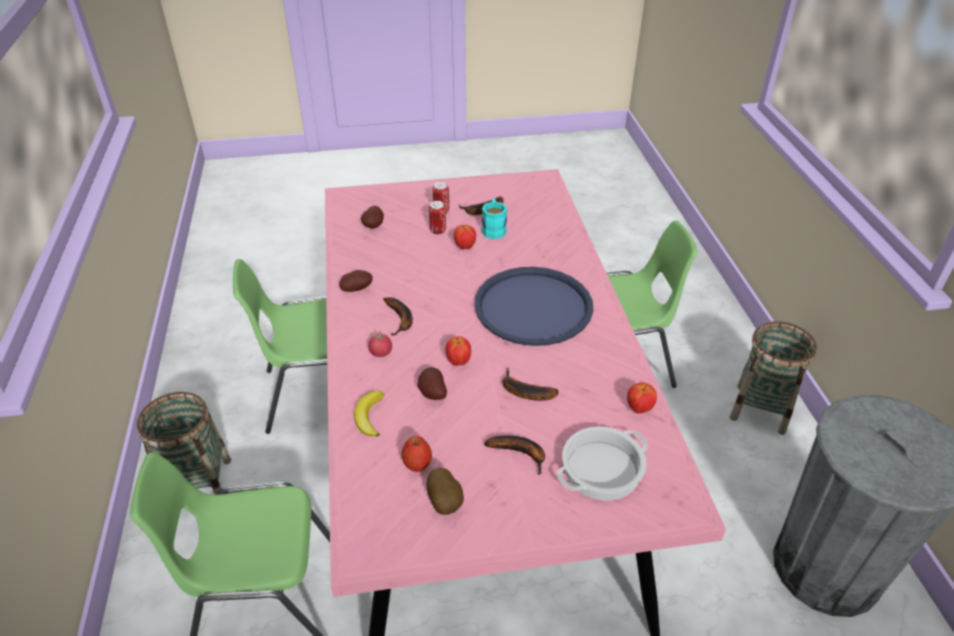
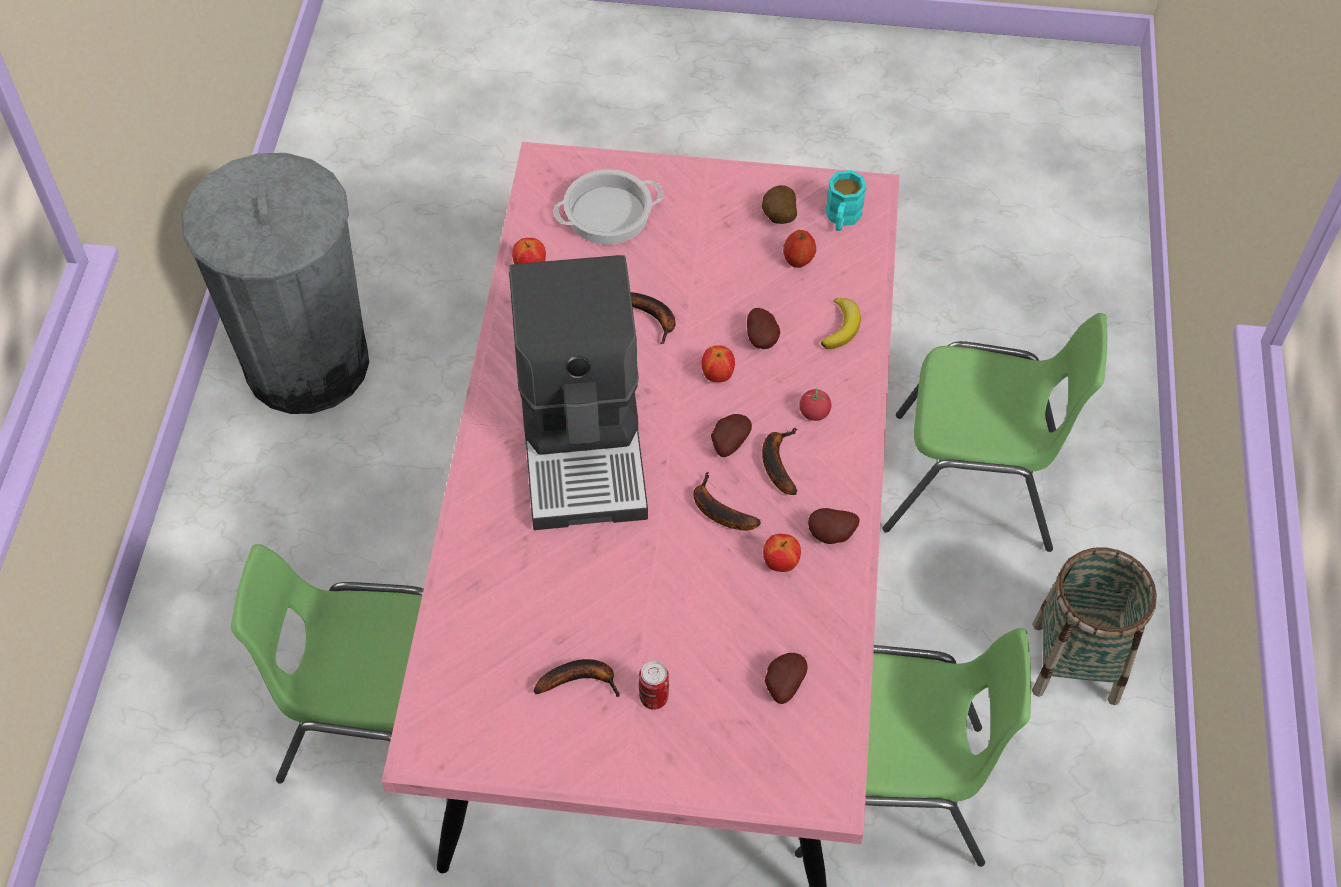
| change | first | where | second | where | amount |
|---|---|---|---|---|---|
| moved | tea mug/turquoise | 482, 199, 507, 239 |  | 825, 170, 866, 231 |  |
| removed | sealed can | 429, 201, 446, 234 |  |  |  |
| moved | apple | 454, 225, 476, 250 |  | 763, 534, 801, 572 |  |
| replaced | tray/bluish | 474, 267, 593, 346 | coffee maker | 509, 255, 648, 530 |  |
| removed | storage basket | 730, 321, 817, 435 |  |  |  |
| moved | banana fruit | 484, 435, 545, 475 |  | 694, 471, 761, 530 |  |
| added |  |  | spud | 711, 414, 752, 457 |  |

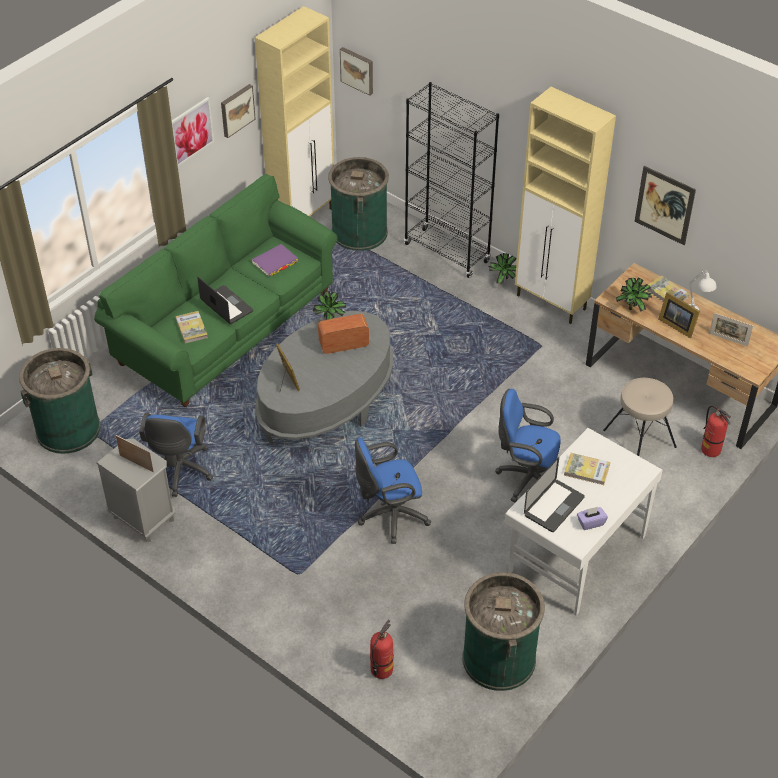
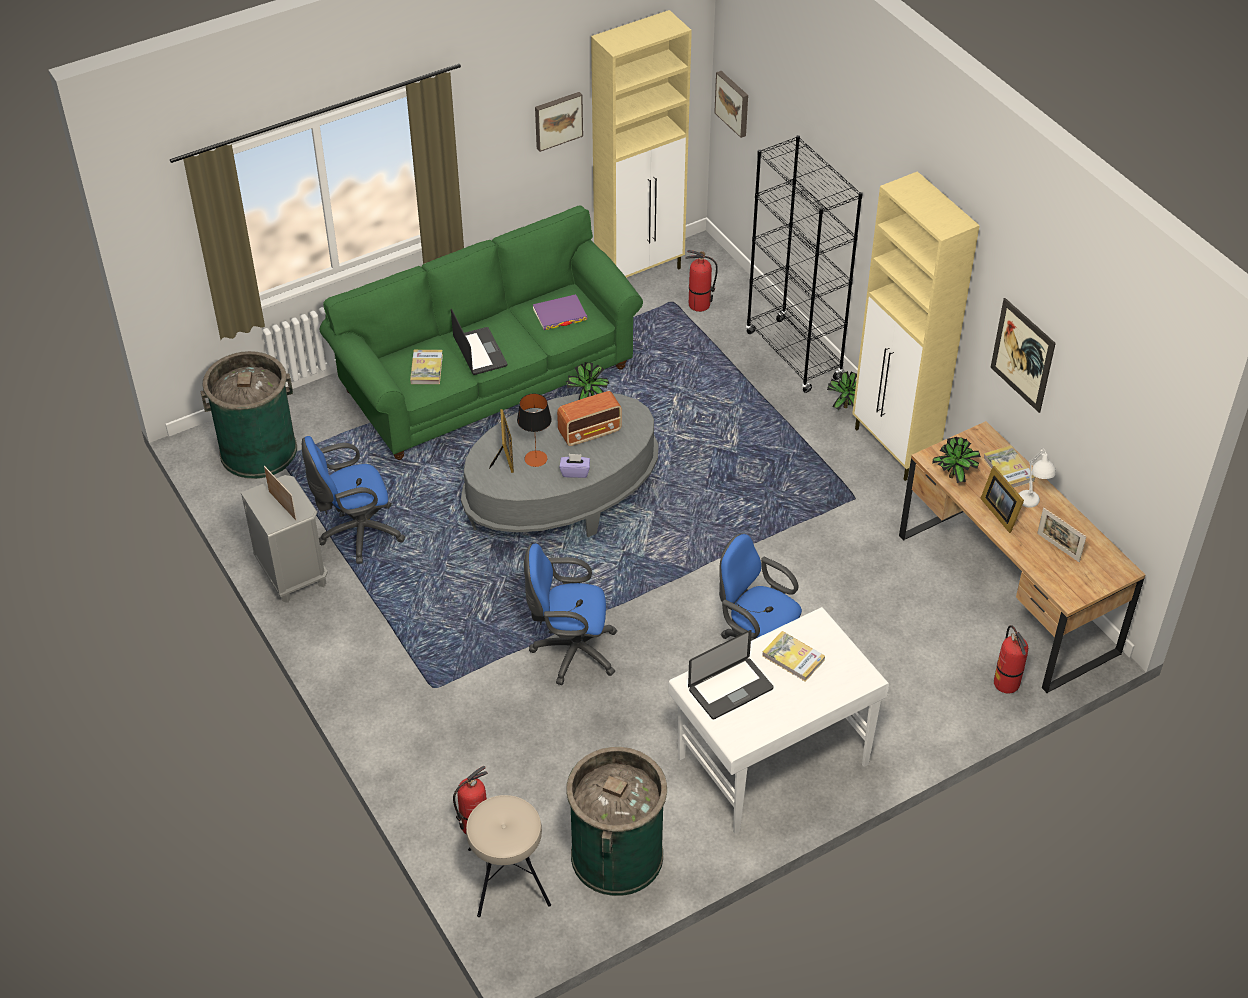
| change | first | where | second | where | amount |
|---|---|---|---|---|---|
| removed | wall art | 172, 97, 214, 167 |  |  |  |
| replaced | waste bin/green | 328, 157, 389, 251 | fire-fighting cylinder | 685, 250, 718, 312 |  |
| turned | radio set | 318, 314, 369, 354 |  | 557, 391, 622, 446 | 150 degrees clockwise |
| moved | sitting stool/beige | 603, 378, 677, 456 |  | 466, 795, 551, 917 |  |
| turned | desk chair/bluish | 139, 413, 213, 497 |  | 302, 436, 405, 564 | 45 degrees clockwise |
| moved | tissue box/purplish | 577, 507, 608, 530 |  | 560, 454, 590, 478 |  |
| added |  |  | table lamp | 517, 394, 552, 467 |  |

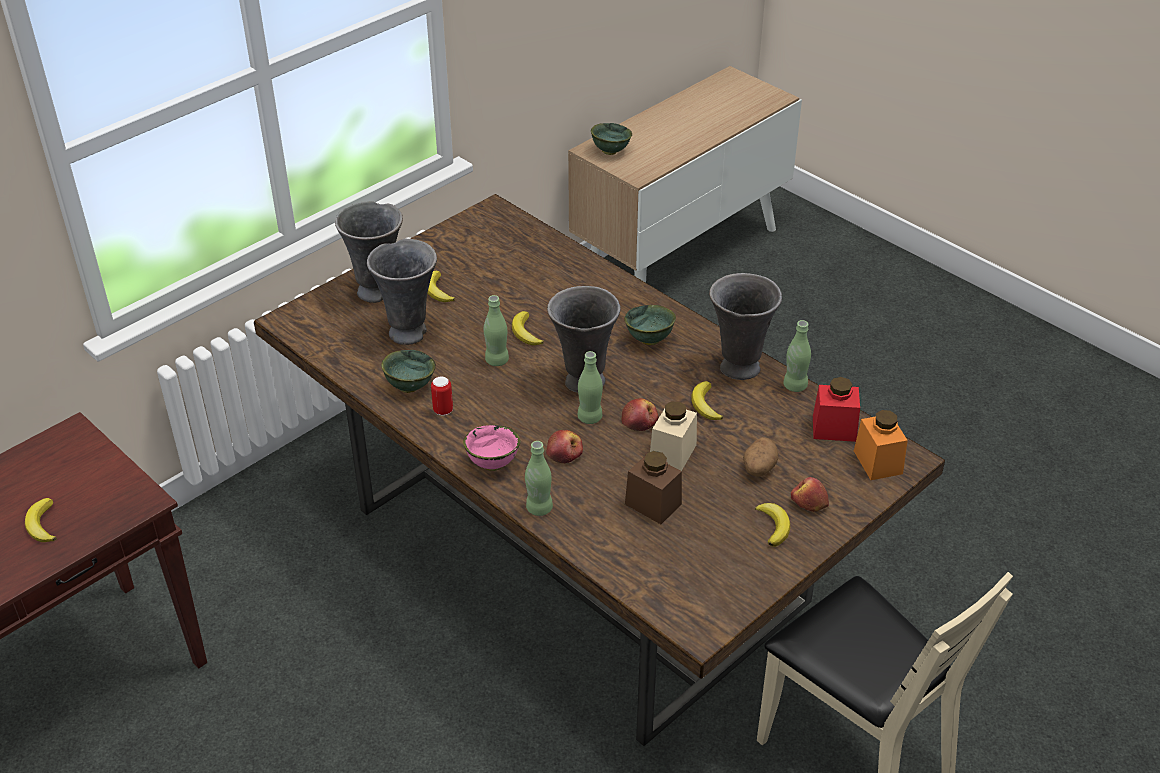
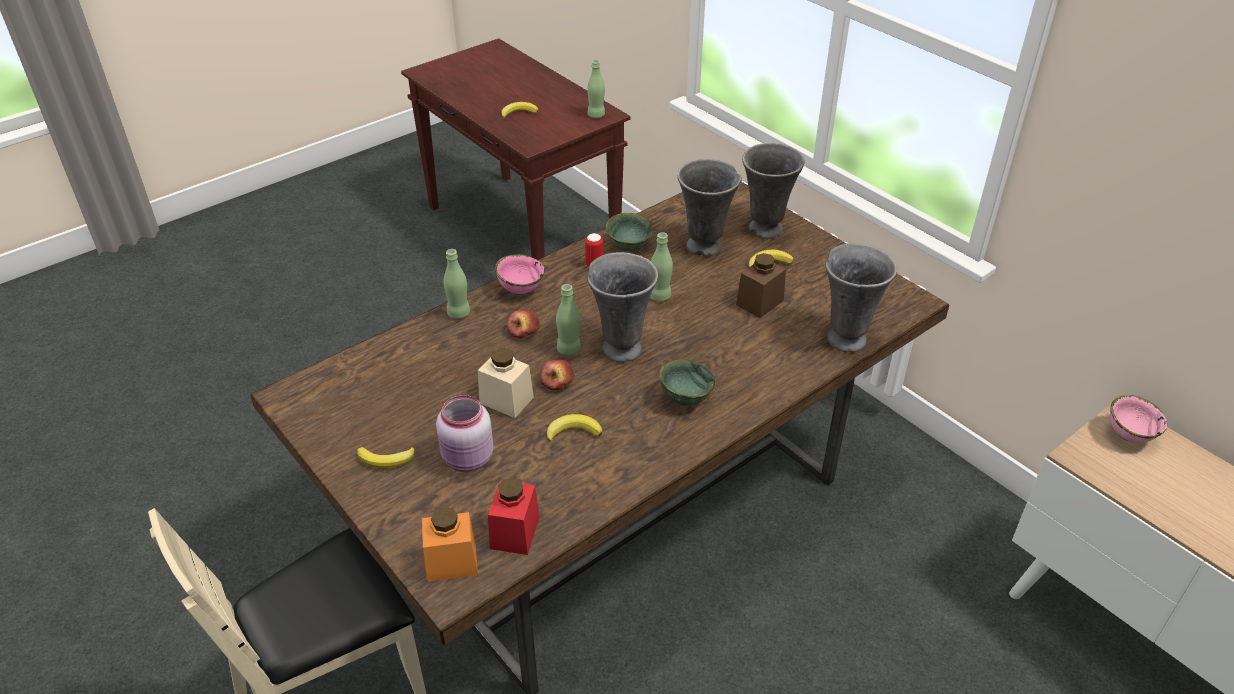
| change | first | where | second | where | amount |
|---|---|---|---|---|---|
| recoloured | deep dish/green | 591, 123, 632, 155 | deep dish/pink-coloured | 1110, 395, 1167, 443 |  |
| moved | decorative vase/grey | 709, 273, 782, 380 |  | 825, 243, 897, 352 |  |
| removed | banana fruit | 512, 311, 544, 345 |  |  |  |
| moved | bottle/green | 783, 320, 811, 392 |  | 587, 60, 605, 118 |  |
| replaced | spud | 743, 437, 778, 477 | jar/pink-coloured | 436, 395, 494, 472 |  |
| moved | jar/brown | 625, 451, 682, 524 |  | 736, 253, 786, 318 |  |
| removed | apple | 791, 477, 829, 512 |  |  |  |

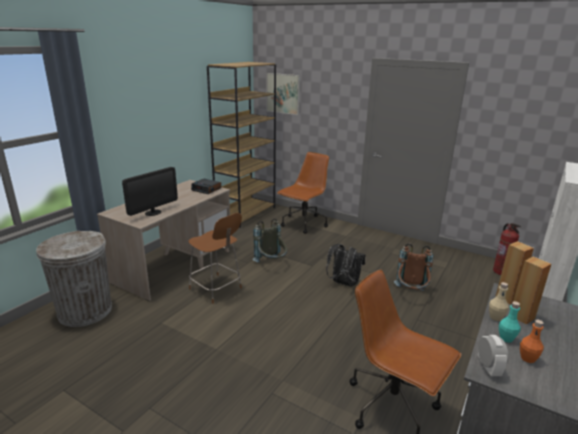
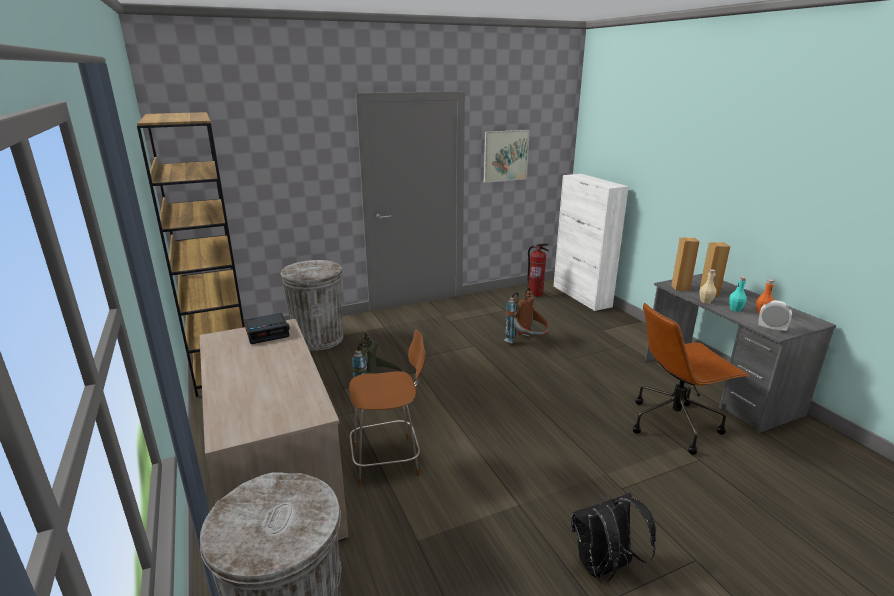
| change | first | where | second | where | amount |
|---|---|---|---|---|---|
| moved | wall art | 266, 73, 300, 115 |  | 484, 130, 530, 183 |  |
| replaced | desk chair/brown | 277, 152, 329, 234 | waste bin/grey | 281, 260, 343, 351 |  |
| removed | computer screen | 122, 167, 178, 216 |  |  |  |
| moved | knapsack/black-coloured | 326, 244, 366, 286 |  | 571, 493, 656, 581 |  |

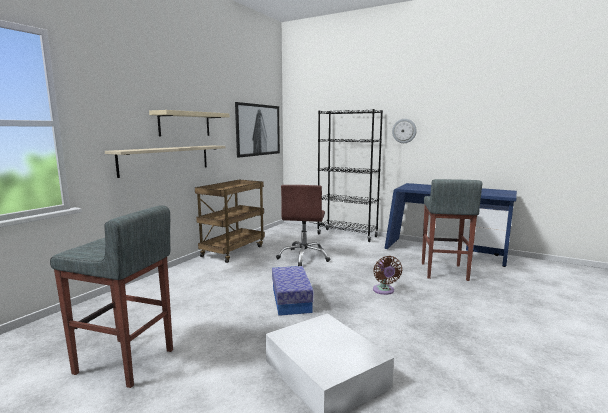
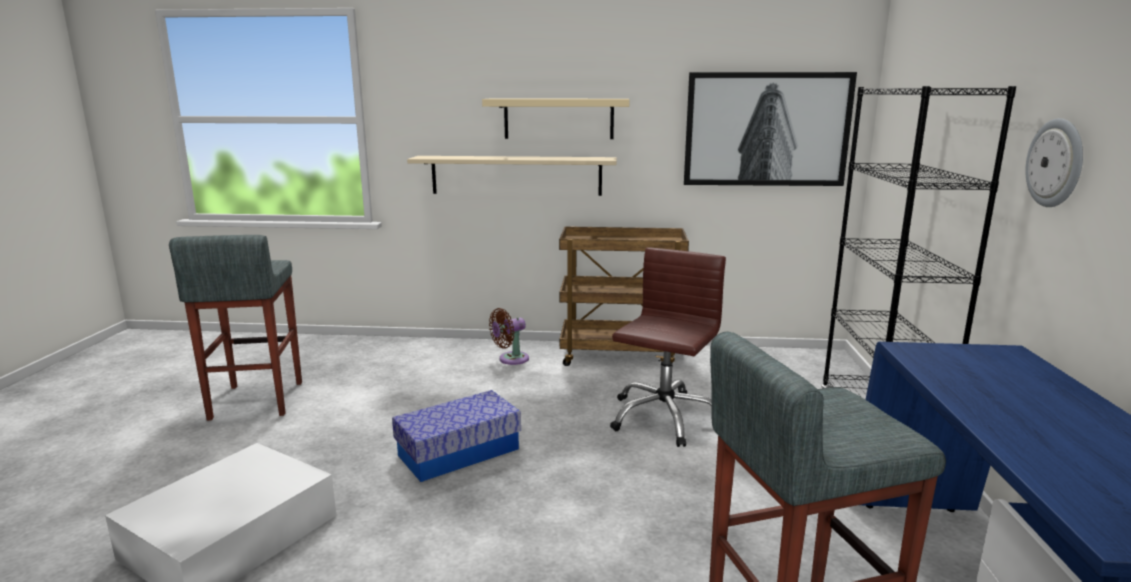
| change | first | where | second | where | amount |
|---|---|---|---|---|---|
| turned | desk chair/brown | 276, 185, 330, 266 |  | 610, 247, 726, 447 | 135 degrees clockwise |
| moved | electric fan/brown | 373, 256, 402, 295 |  | 489, 308, 529, 365 |  |

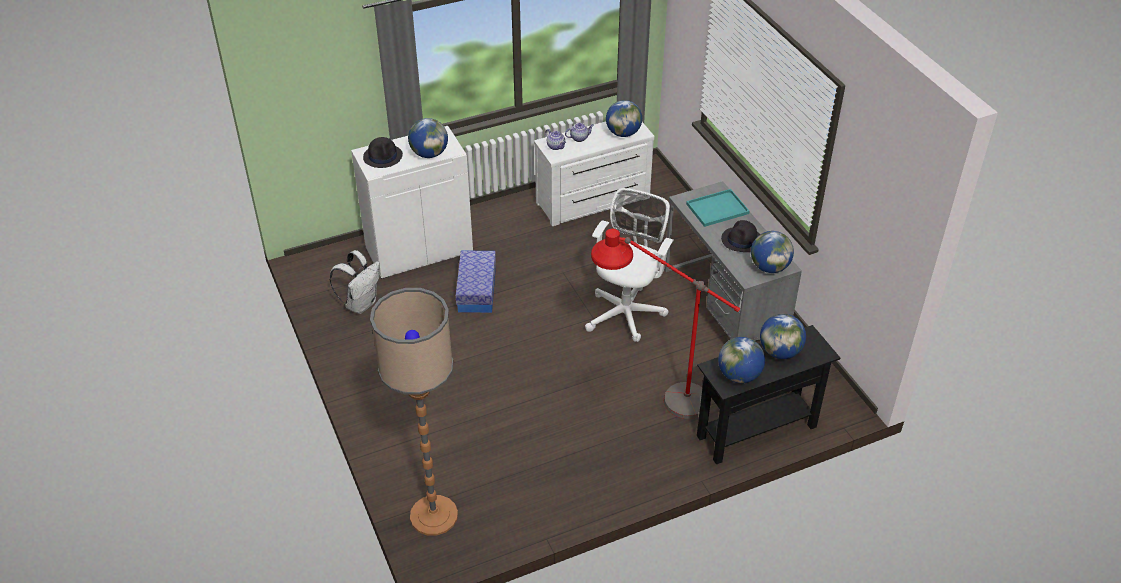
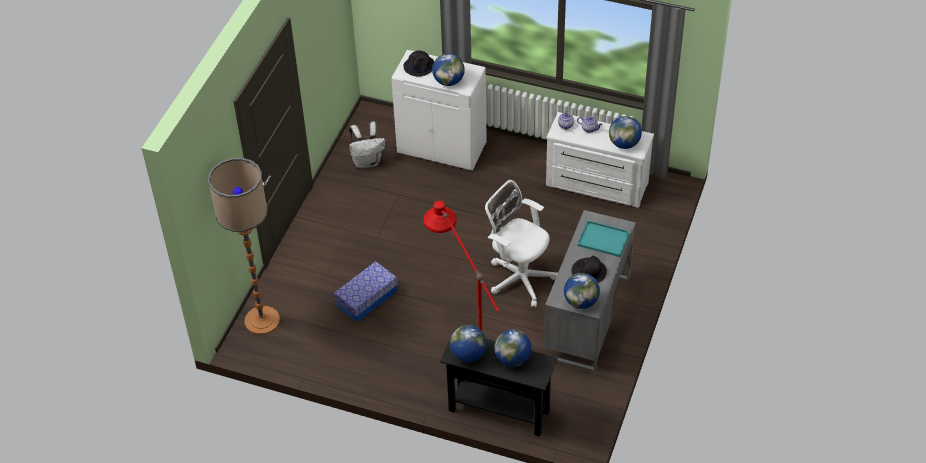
| change | first | where | second | where | amount |
|---|---|---|---|---|---|
| turned | desk chair/white | 585, 188, 674, 342 |  | 485, 180, 558, 307 | 120 degrees counterclockwise |
| moved | storage box | 456, 250, 496, 313 |  | 334, 261, 398, 322 |  |

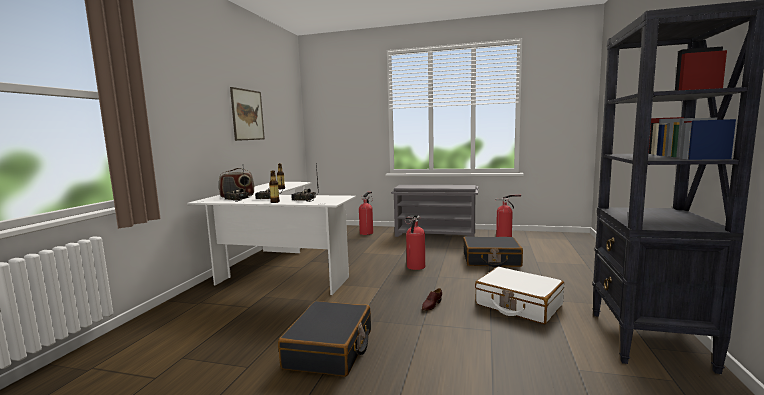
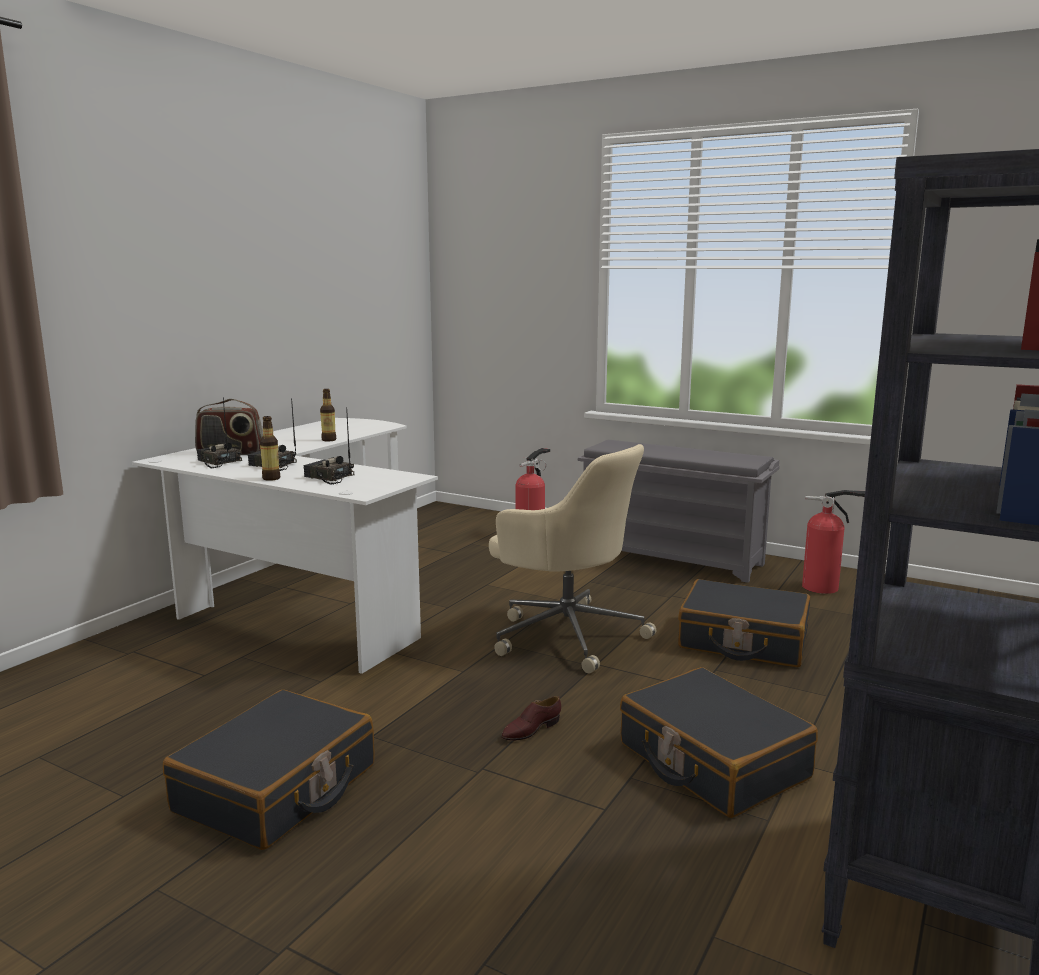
| change | first | where | second | where | amount |
|---|---|---|---|---|---|
| removed | wall art | 230, 87, 265, 141 |  |  |  |
| replaced | fire-fighting cylinder | 405, 215, 425, 270 | desk chair/beige | 489, 444, 656, 674 |  |
| recoloured | piece of luggage/white | 475, 267, 564, 324 | piece of luggage/black-coloured | 620, 667, 818, 818 |  |

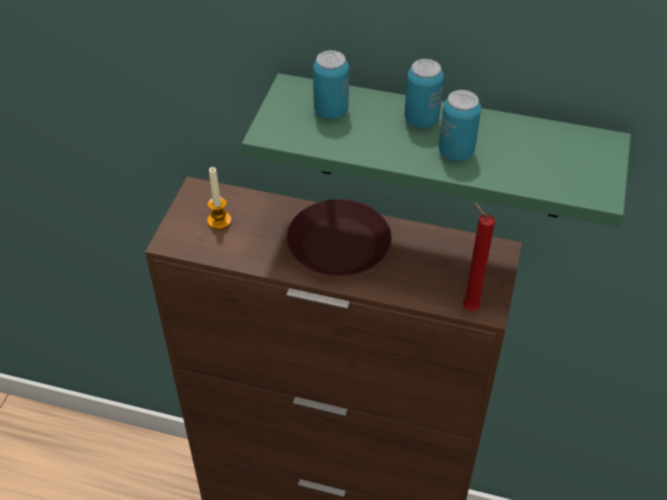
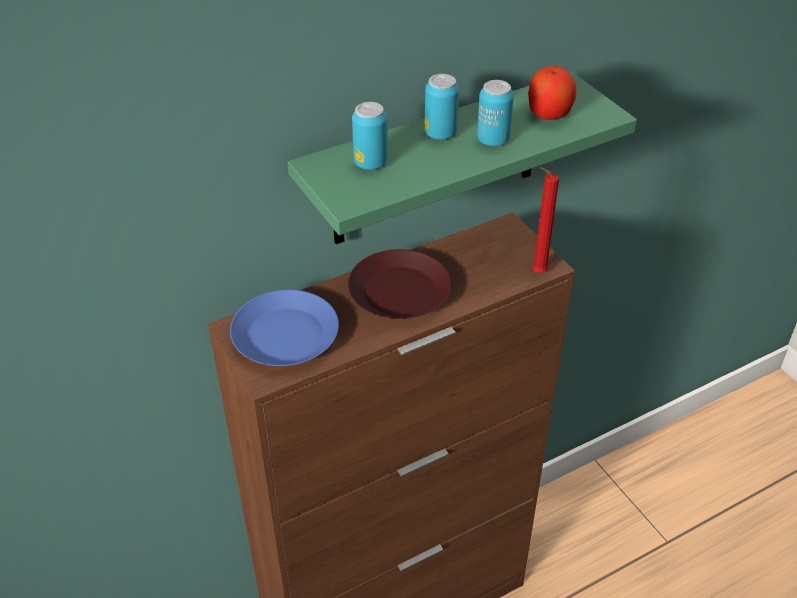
| change | first | where | second | where | amount |
|---|---|---|---|---|---|
| replaced | candle | 207, 167, 232, 230 | flat dish/bluish | 230, 290, 339, 366 |  |
| added |  |  | apple | 528, 66, 577, 120 |  |

